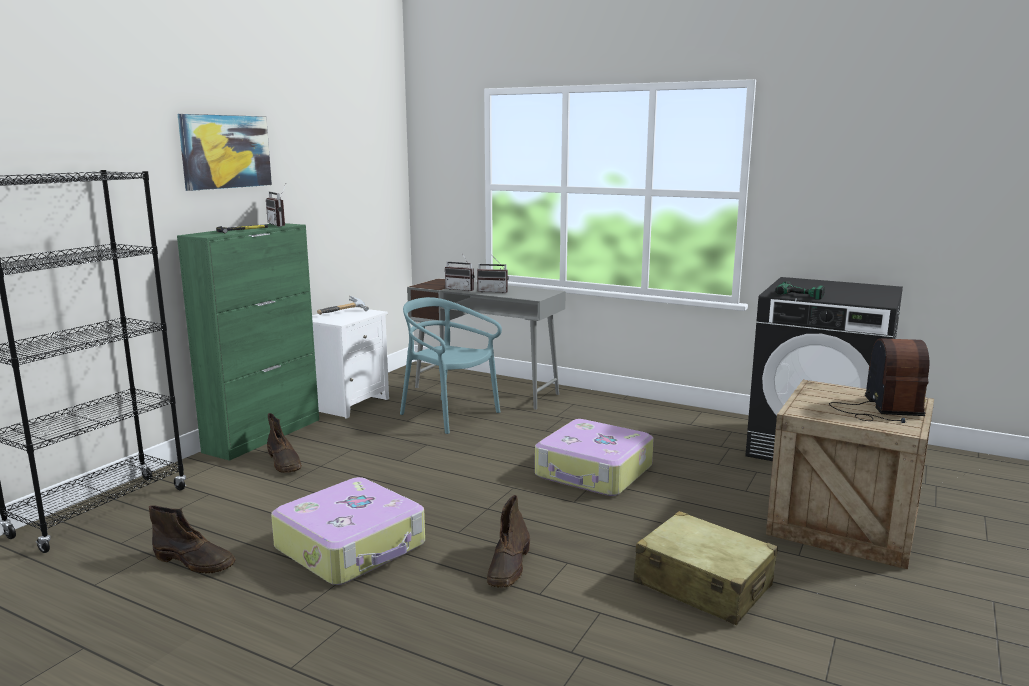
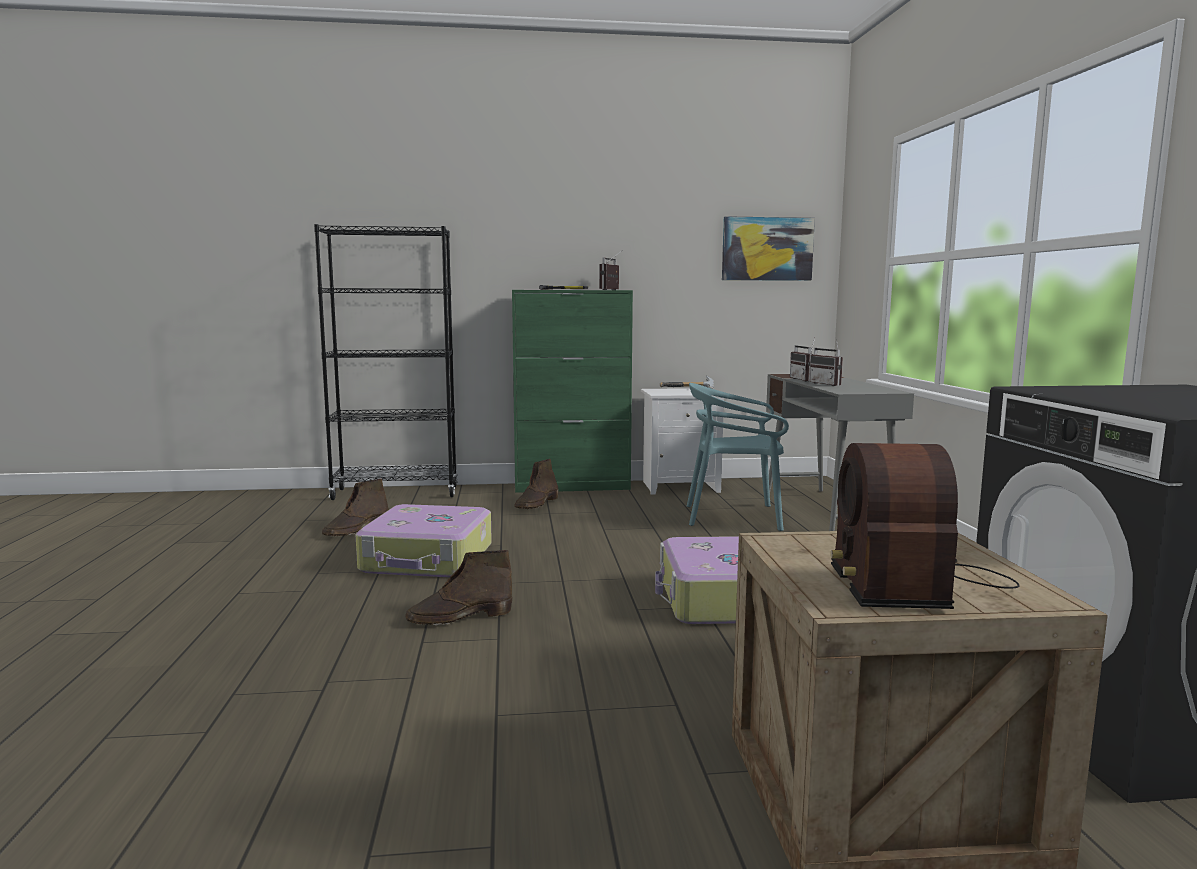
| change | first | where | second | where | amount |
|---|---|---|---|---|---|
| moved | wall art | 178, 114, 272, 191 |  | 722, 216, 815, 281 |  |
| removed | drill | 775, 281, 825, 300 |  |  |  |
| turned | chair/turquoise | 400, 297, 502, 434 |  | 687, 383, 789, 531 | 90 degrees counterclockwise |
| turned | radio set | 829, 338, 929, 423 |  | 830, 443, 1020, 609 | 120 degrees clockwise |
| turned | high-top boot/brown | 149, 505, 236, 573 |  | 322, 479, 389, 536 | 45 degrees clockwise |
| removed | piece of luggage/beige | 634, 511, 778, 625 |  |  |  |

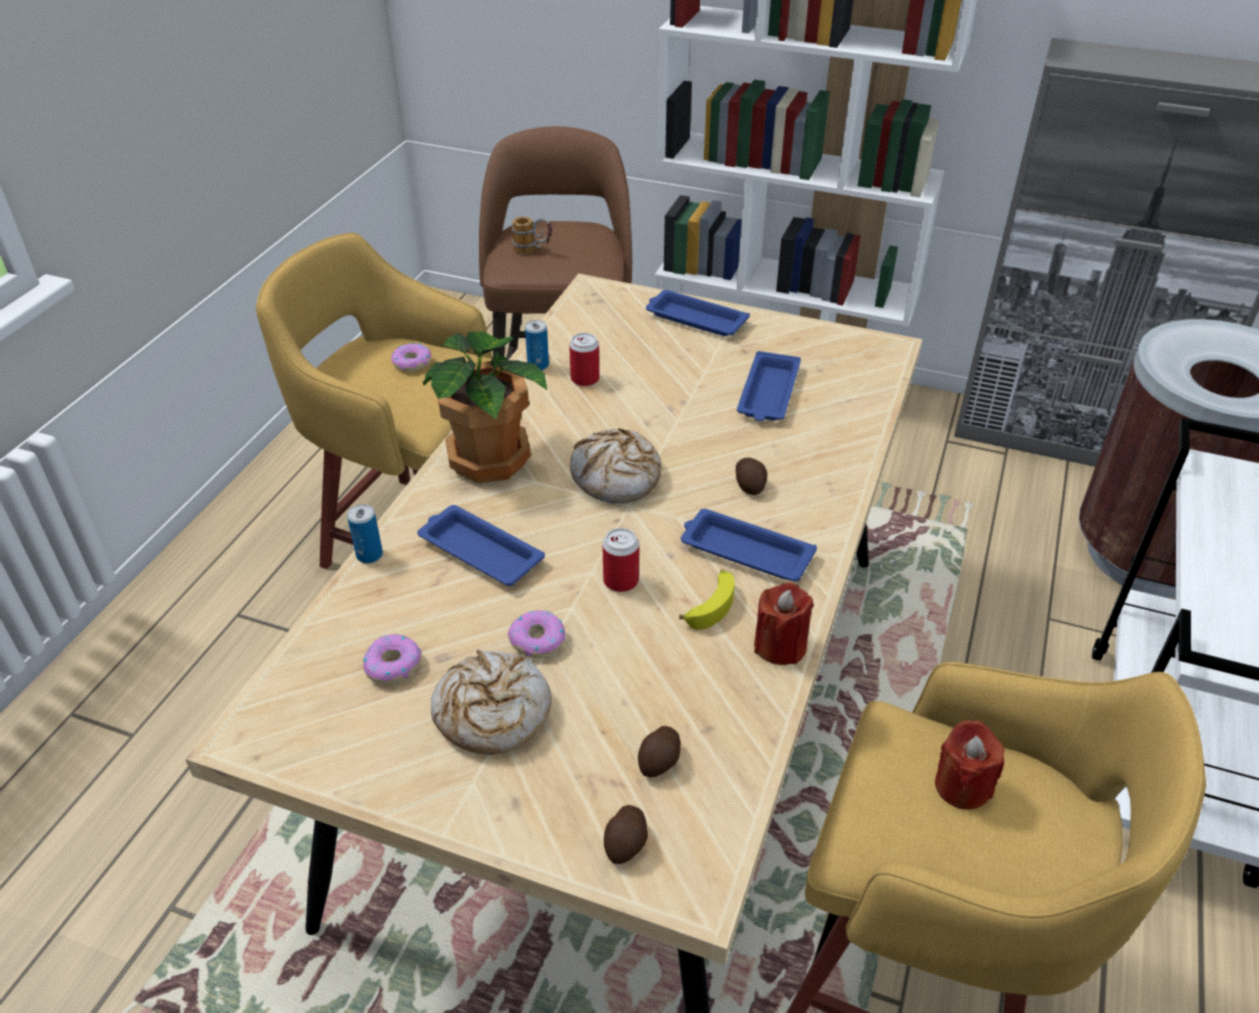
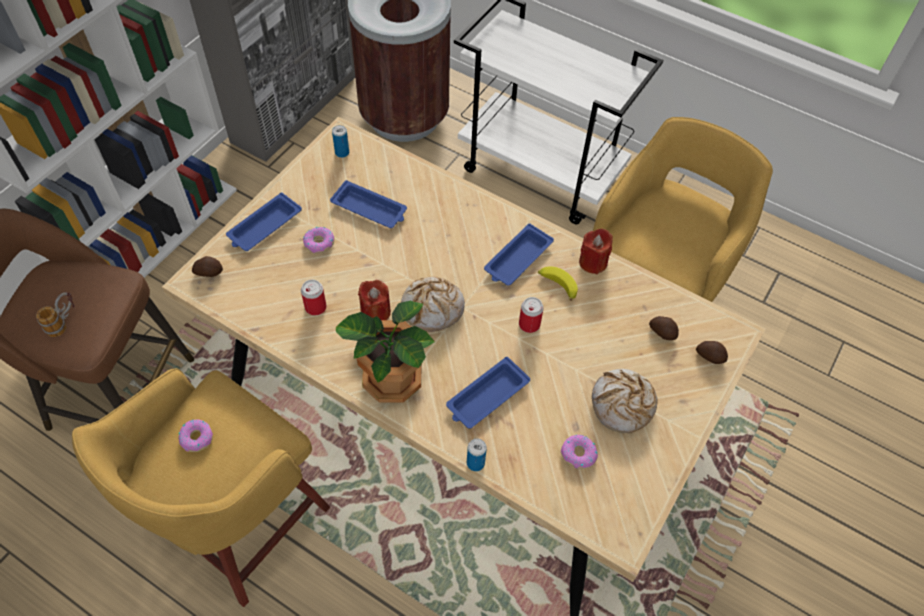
| change | first | where | second | where | amount |
|---|---|---|---|---|---|
| moved | sealed can | 525, 320, 549, 370 |  | 332, 125, 349, 158 |  |
| moved | spud | 736, 458, 767, 495 |  | 192, 256, 223, 277 |  |
| moved | ring doughnut | 508, 610, 565, 658 |  | 303, 227, 334, 254 |  |
| moved | candle/red-coloured | 935, 720, 1004, 809 |  | 358, 280, 391, 320 |  |

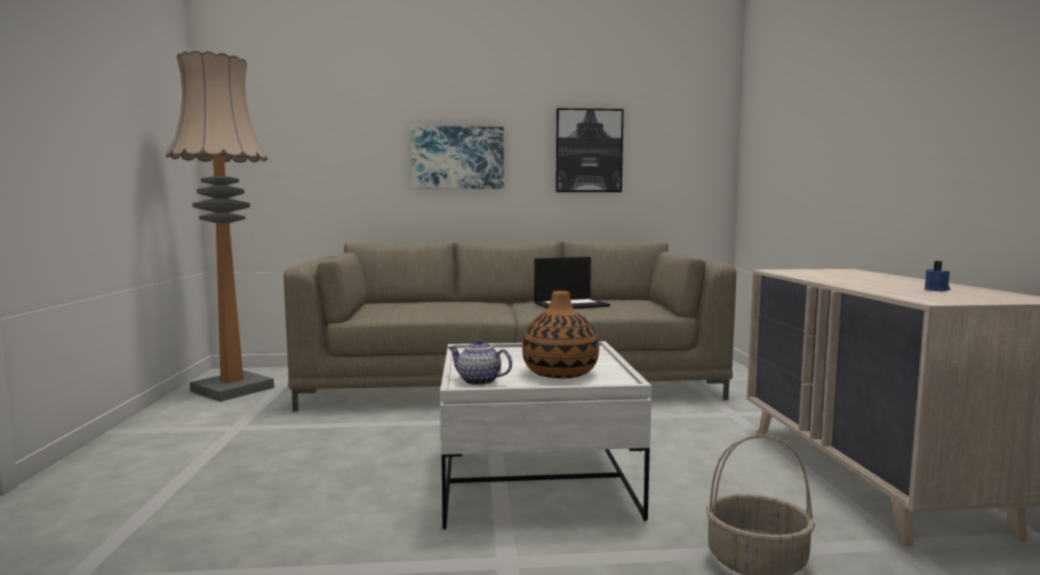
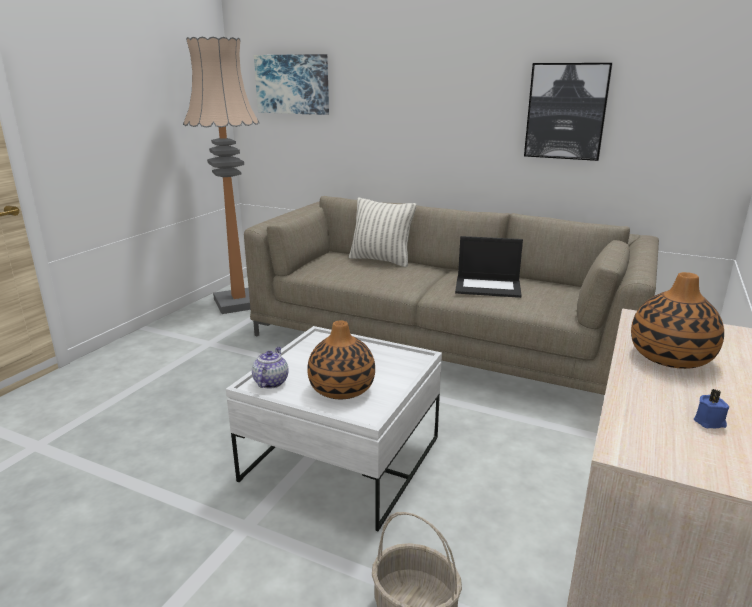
| change | first | where | second | where | amount |
|---|---|---|---|---|---|
| moved | wall art | 411, 126, 504, 189 |  | 254, 54, 329, 115 |  |
| turned | teapot | 448, 339, 512, 385 |  | 252, 347, 289, 389 | 45 degrees clockwise |
| added |  |  | throw pillow | 349, 198, 416, 267 |  |
| added |  |  | decorative vase | 631, 272, 724, 369 |  |

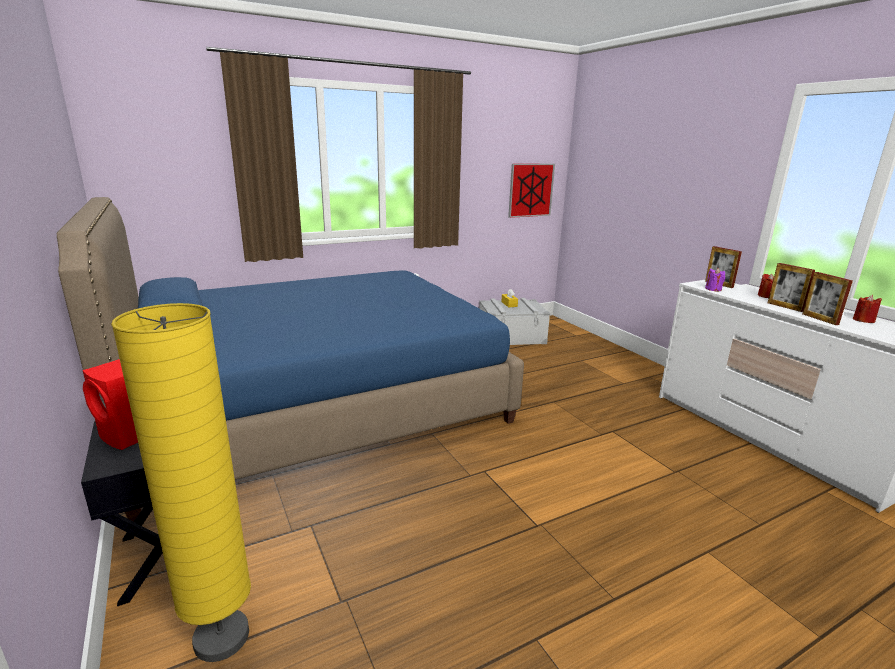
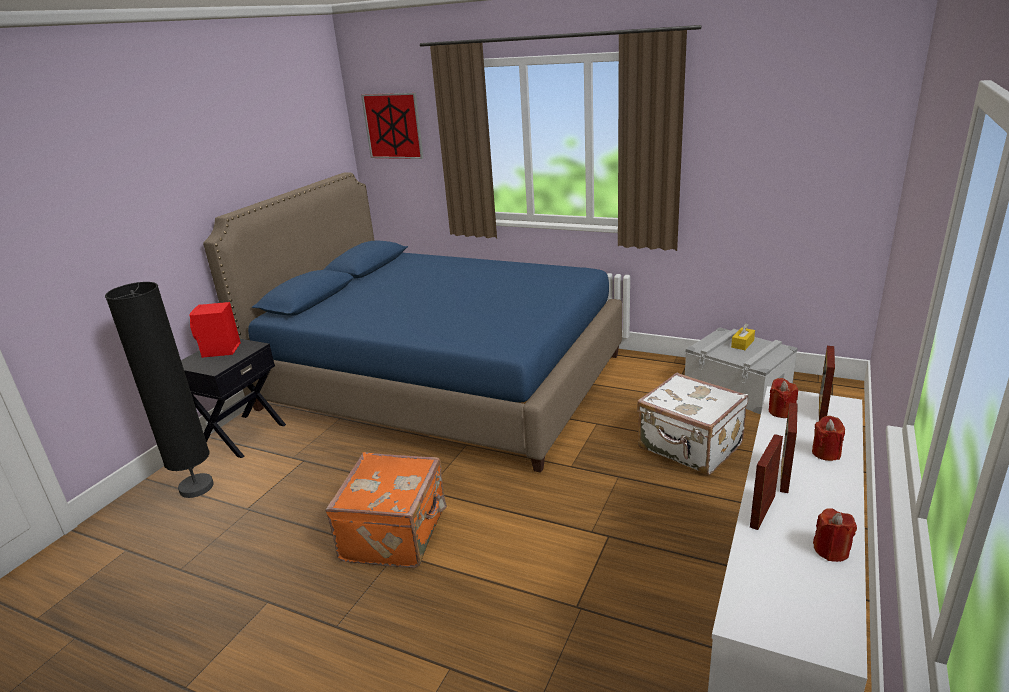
| change | first | where | second | where | amount |
|---|---|---|---|---|---|
| moved | wall art | 508, 164, 555, 218 |  | 361, 93, 424, 159 |  |
| recoloured | candle/purplish | 705, 268, 725, 291 | candle/red-coloured | 769, 378, 798, 418 |  |
| recoloured | floor lamp/yellowish | 111, 303, 251, 662 | floor lamp/black-coloured | 105, 282, 214, 498 |  |
| added |  |  | piece of luggage/white | 637, 372, 748, 475 |  |
| added |  |  | piece of luggage/orange-coloured | 325, 452, 447, 568 |  |

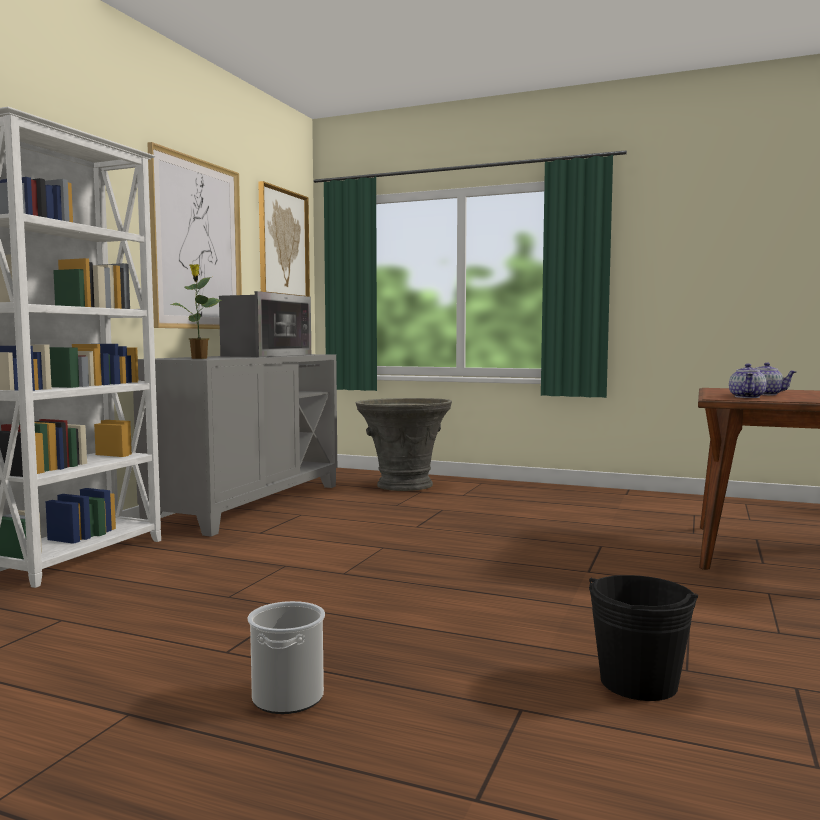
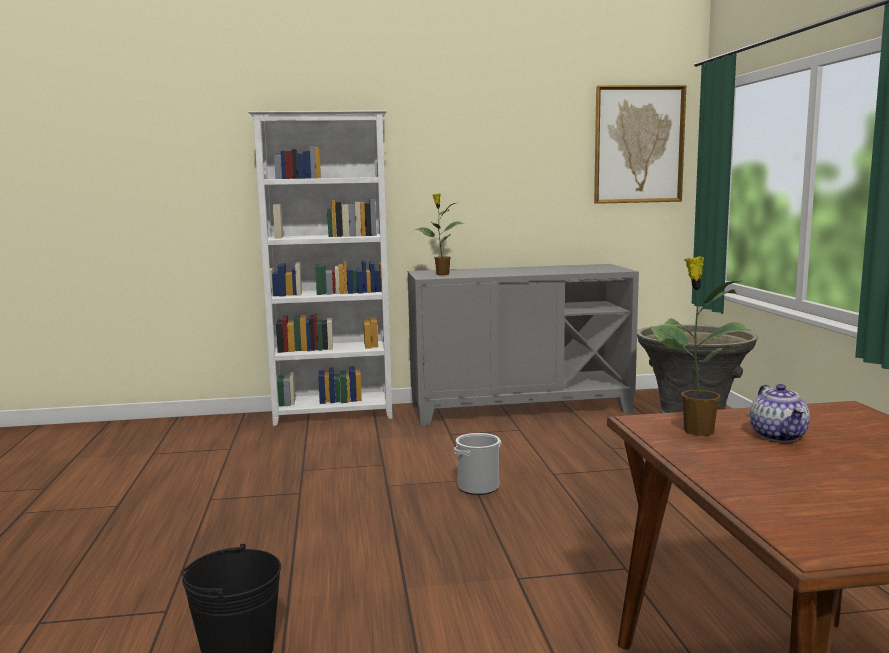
| change | first | where | second | where | amount |
|---|---|---|---|---|---|
| removed | wall art | 147, 142, 242, 329 |  |  |  |
| removed | kitchen microwave | 219, 291, 311, 357 |  |  |  |
| replaced | teapot | 729, 364, 767, 398 | houseplant | 650, 256, 750, 436 |  |
| moved | bucket | 248, 601, 325, 714 |  | 454, 433, 501, 495 |  |

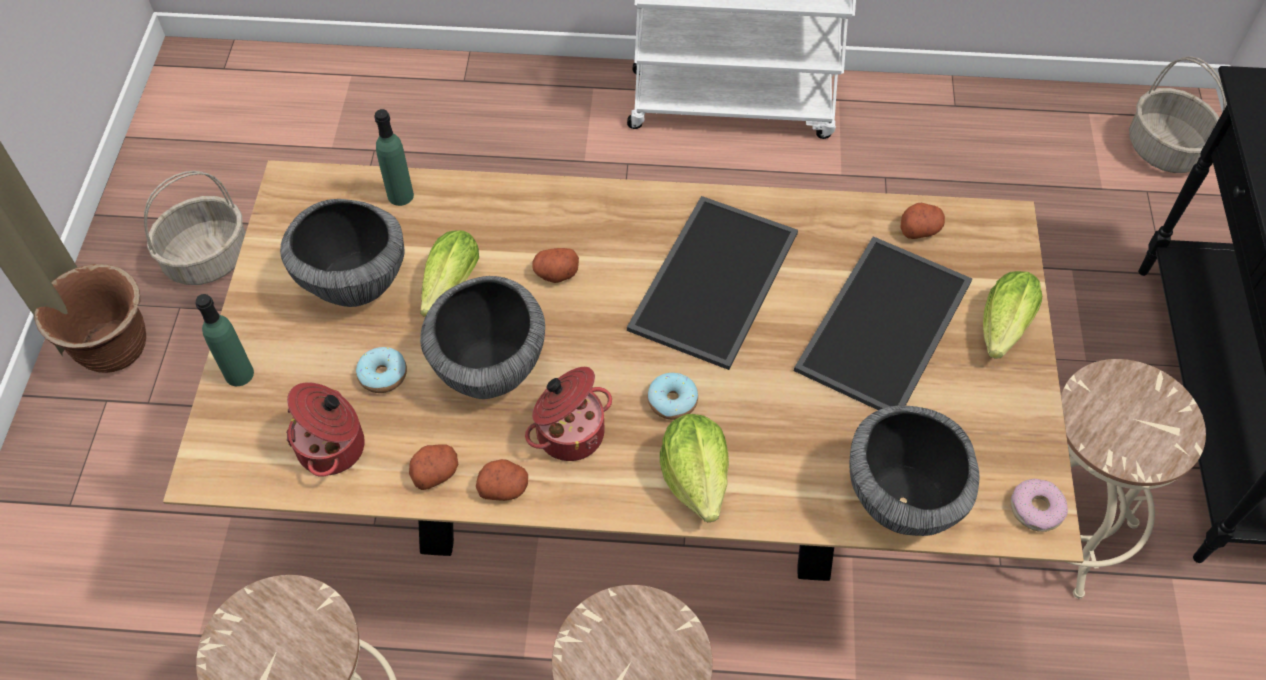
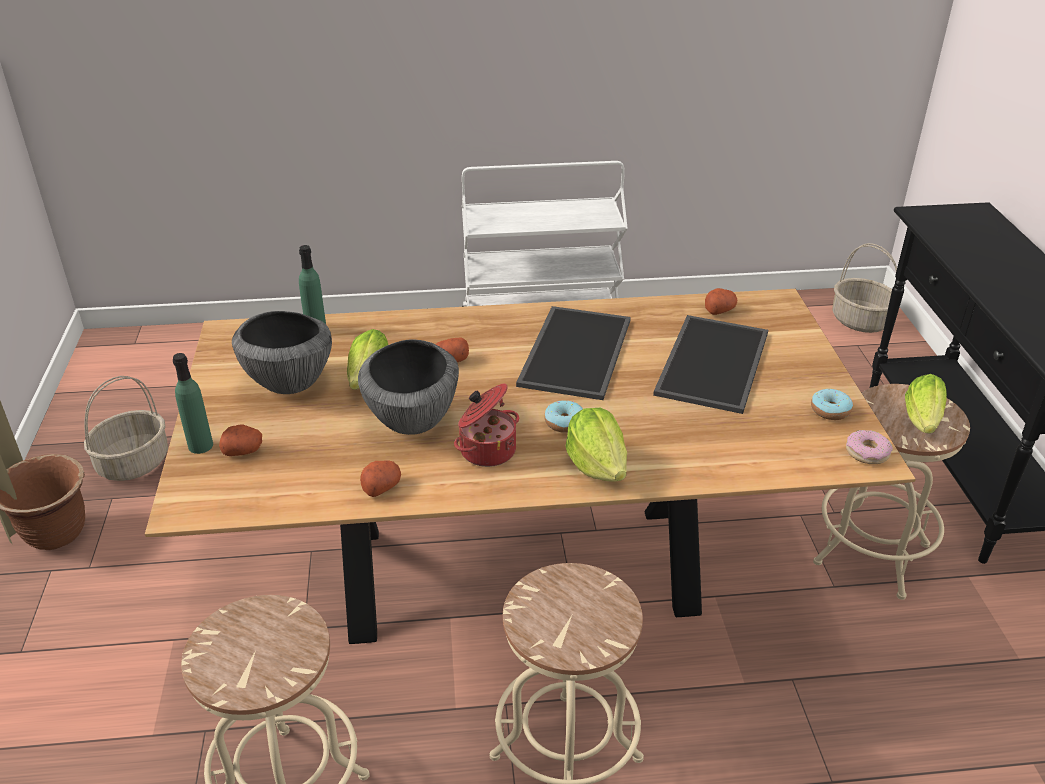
| change | first | where | second | where | amount |
|---|---|---|---|---|---|
| moved | head of lettuce | 983, 271, 1042, 359 |  | 905, 374, 947, 434 |  |
| moved | ring doughnut | 356, 347, 407, 393 |  | 811, 388, 853, 420 |  |
| removed | stockpot | 286, 382, 365, 477 |  |  |  |
| removed | deep dish | 849, 406, 979, 536 |  |  |  |
| moved | spud | 476, 459, 528, 501 |  | 219, 425, 262, 456 |  |

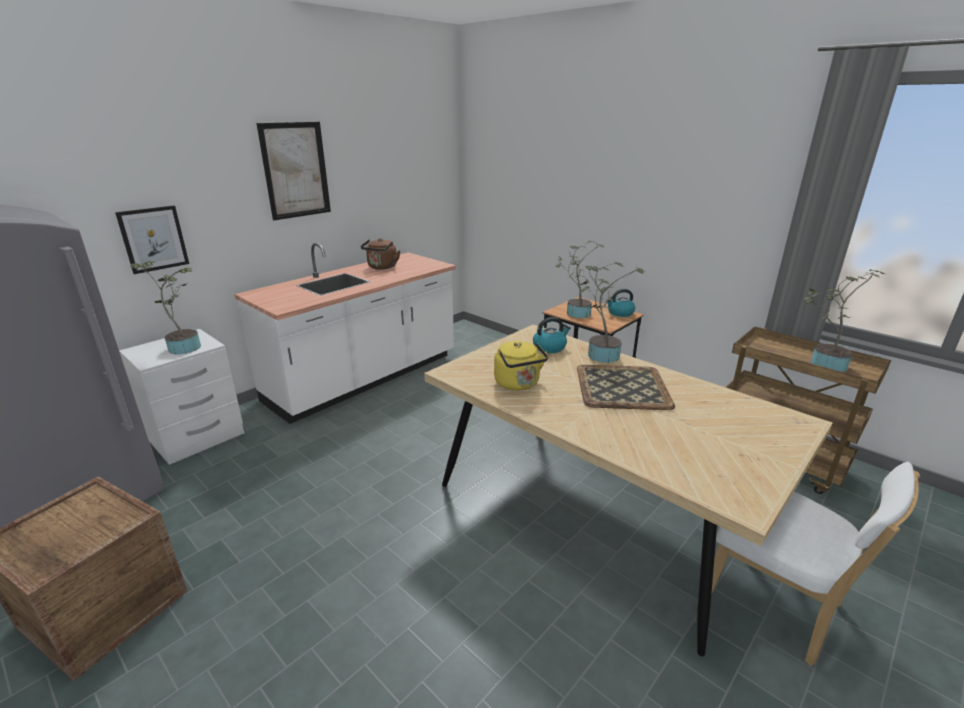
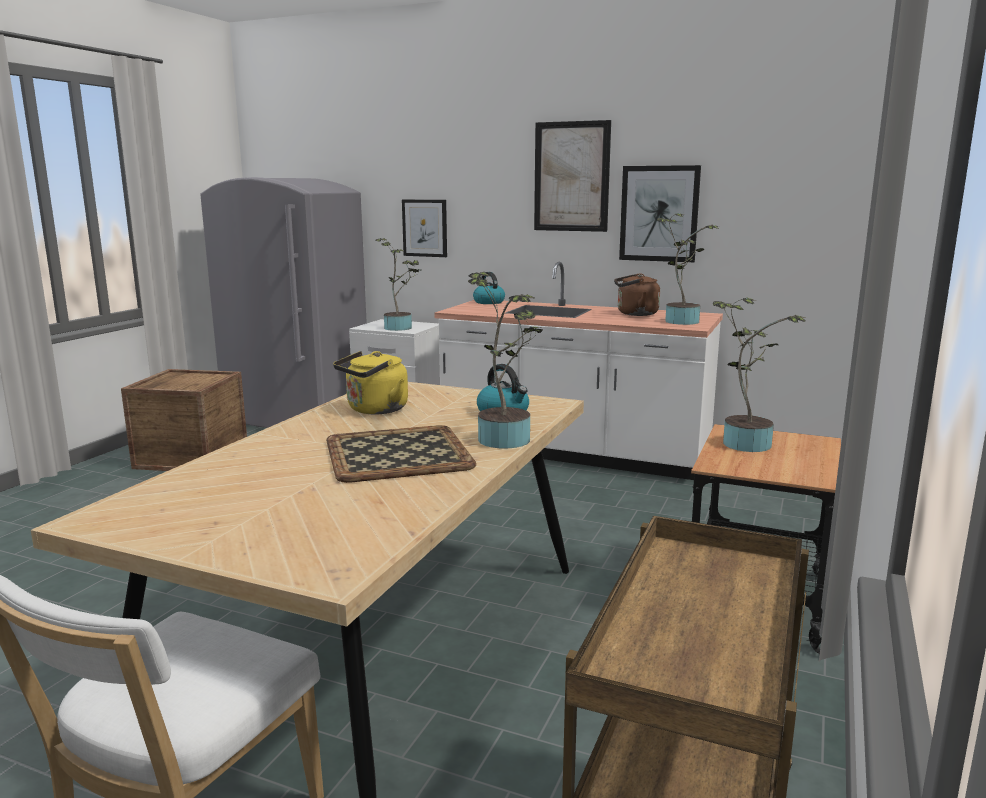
| change | first | where | second | where | amount |
|---|---|---|---|---|---|
| moved | houseplant | 804, 270, 885, 372 |  | 657, 213, 719, 325 |  |
| moved | kettle | 606, 289, 635, 317 |  | 473, 272, 505, 304 |  |
| added |  |  | wall art | 619, 165, 701, 262 |  |

